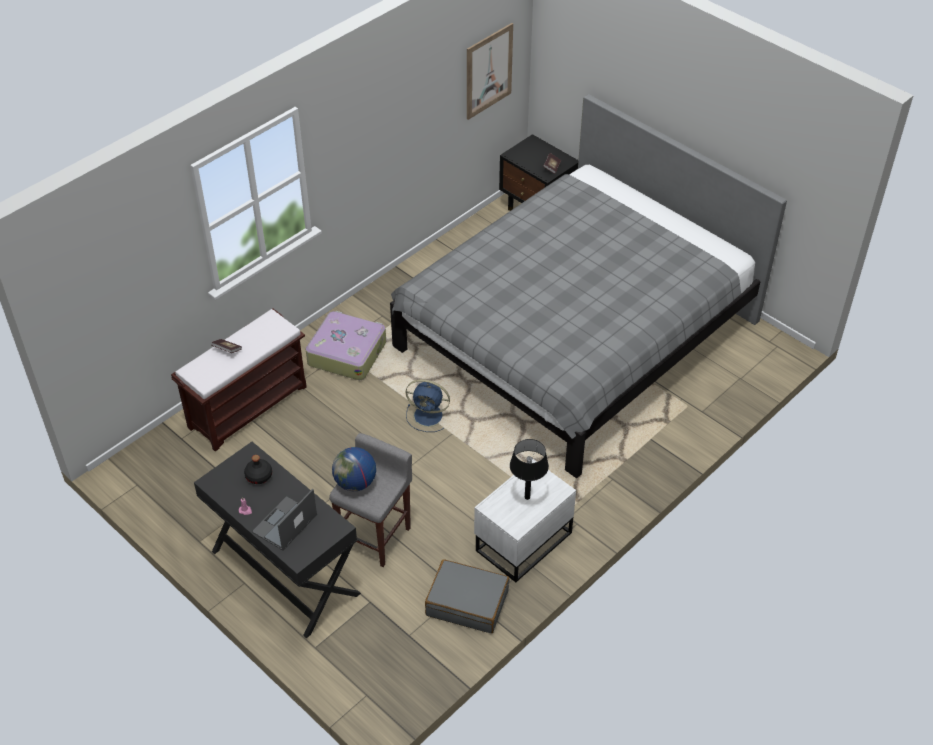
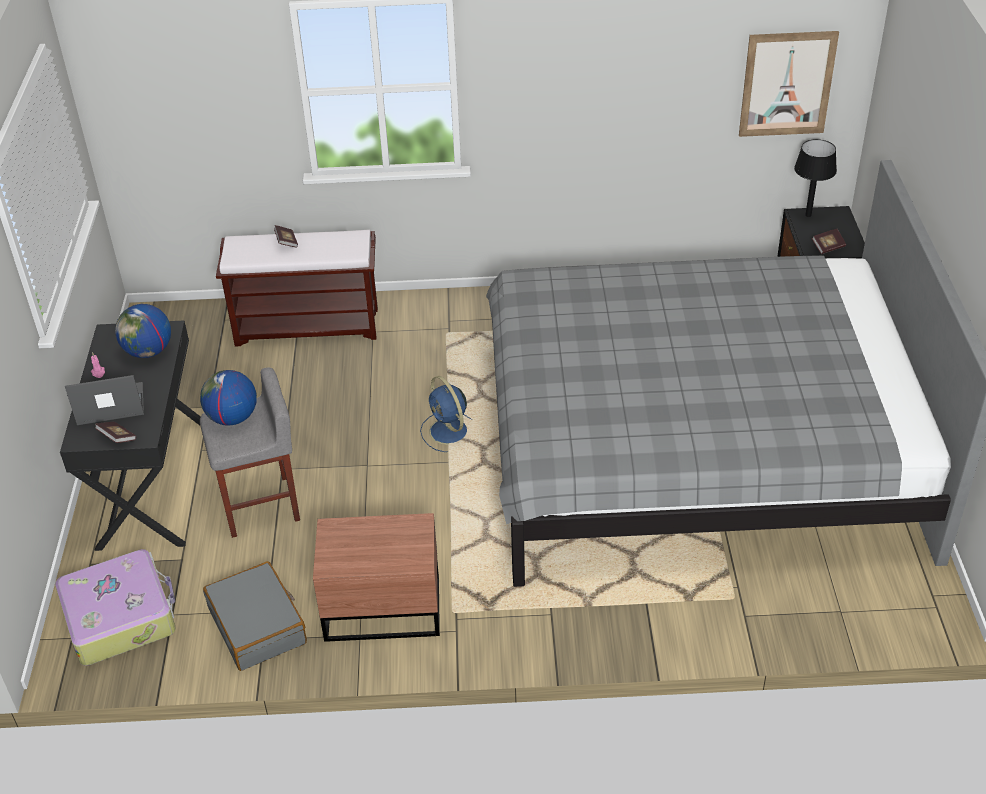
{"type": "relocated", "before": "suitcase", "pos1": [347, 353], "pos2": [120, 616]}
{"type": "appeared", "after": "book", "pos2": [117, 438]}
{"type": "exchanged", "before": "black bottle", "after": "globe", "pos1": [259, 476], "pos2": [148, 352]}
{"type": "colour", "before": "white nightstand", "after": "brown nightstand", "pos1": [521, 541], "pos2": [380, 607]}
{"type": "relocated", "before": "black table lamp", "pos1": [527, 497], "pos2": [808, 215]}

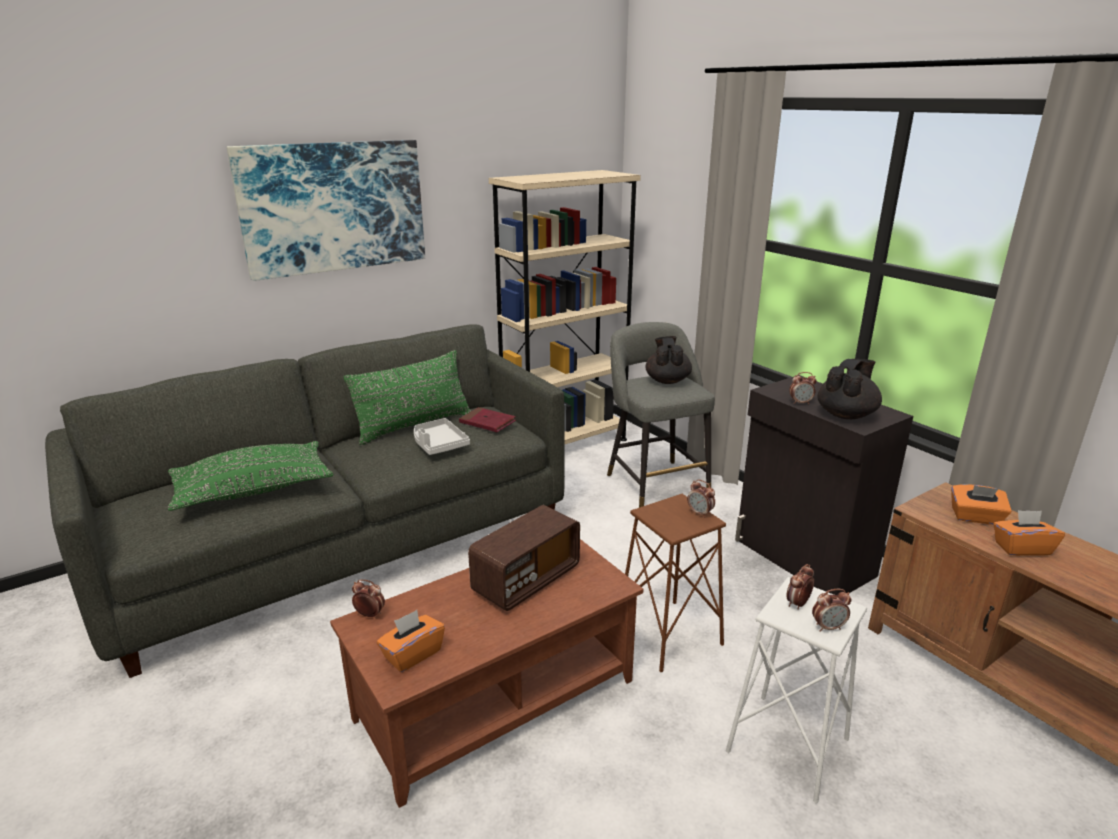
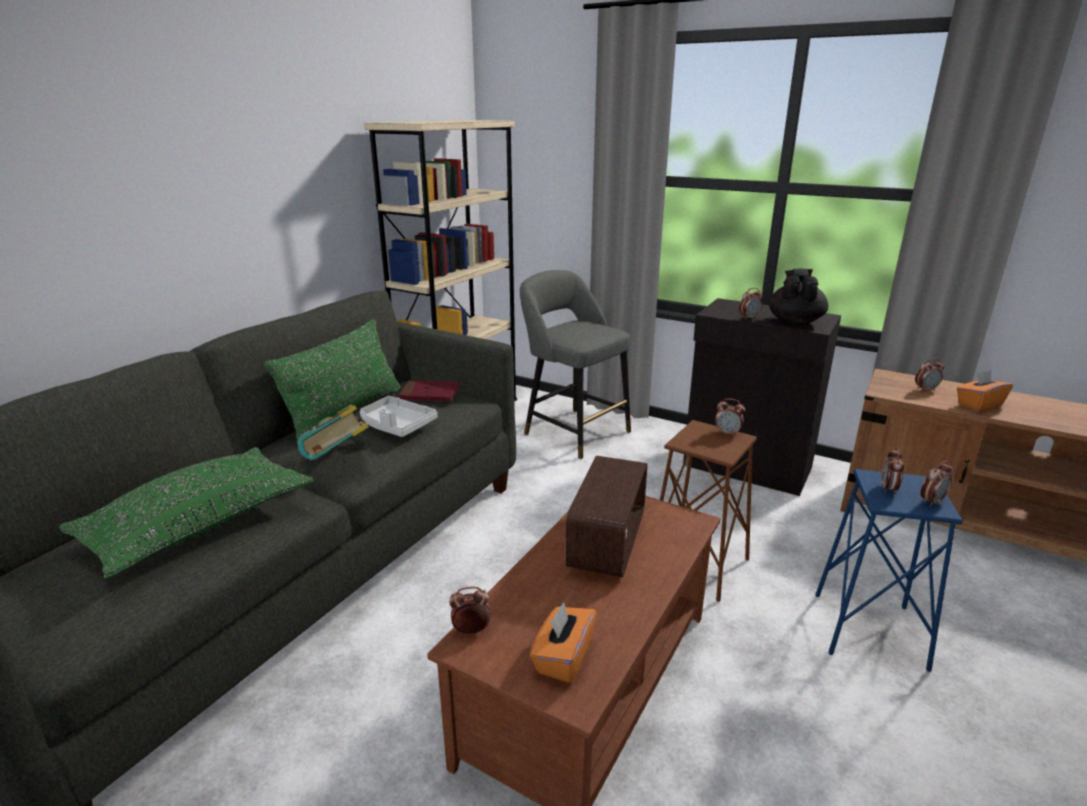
{"type": "appeared", "after": "book", "pos2": [337, 460]}
{"type": "colour", "before": "white stool", "after": "blue stool", "pos1": [787, 746], "pos2": [869, 630]}
{"type": "exchanged", "before": "orange tissue box", "after": "alarm clock", "pos1": [976, 517], "pos2": [925, 390]}
{"type": "missing", "before": "picture", "pos1": [333, 207]}
{"type": "missing", "before": "black teapot", "pos1": [667, 380]}

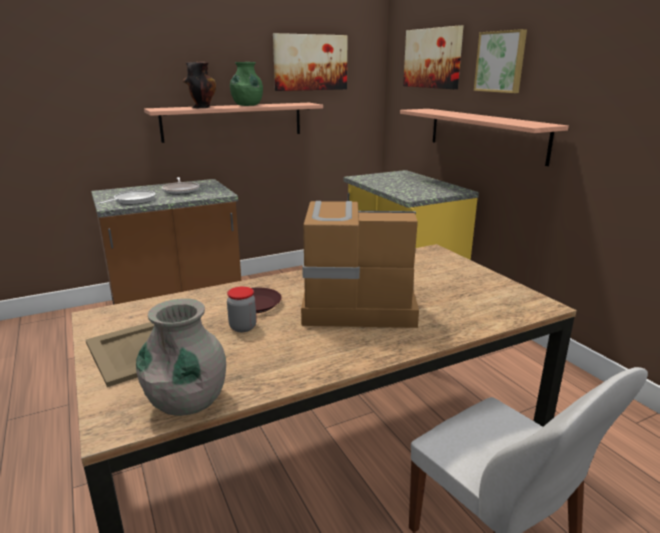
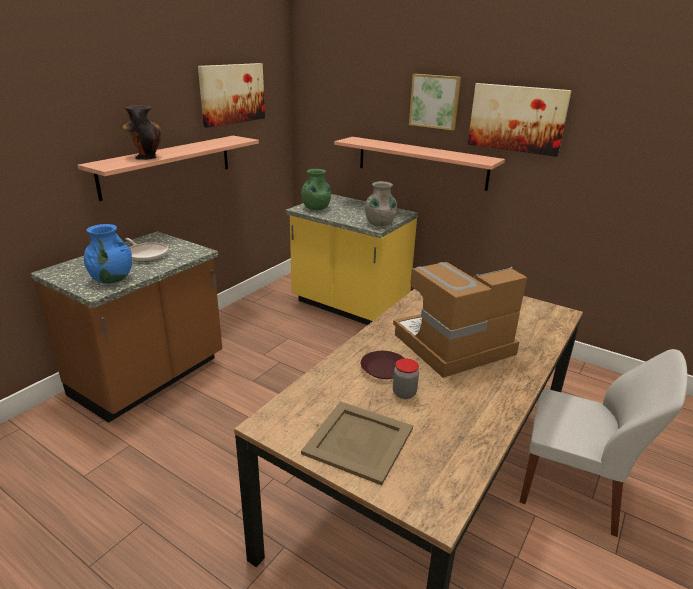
{"type": "exchanged", "before": "frying pan", "after": "blue vase", "pos1": [132, 201], "pos2": [112, 279]}
{"type": "relocated", "before": "green vase", "pos1": [247, 105], "pos2": [316, 208]}
{"type": "relocated", "before": "grey vase", "pos1": [187, 402], "pos2": [380, 224]}
{"type": "relocated", "before": "picture", "pos1": [432, 58], "pos2": [517, 118]}

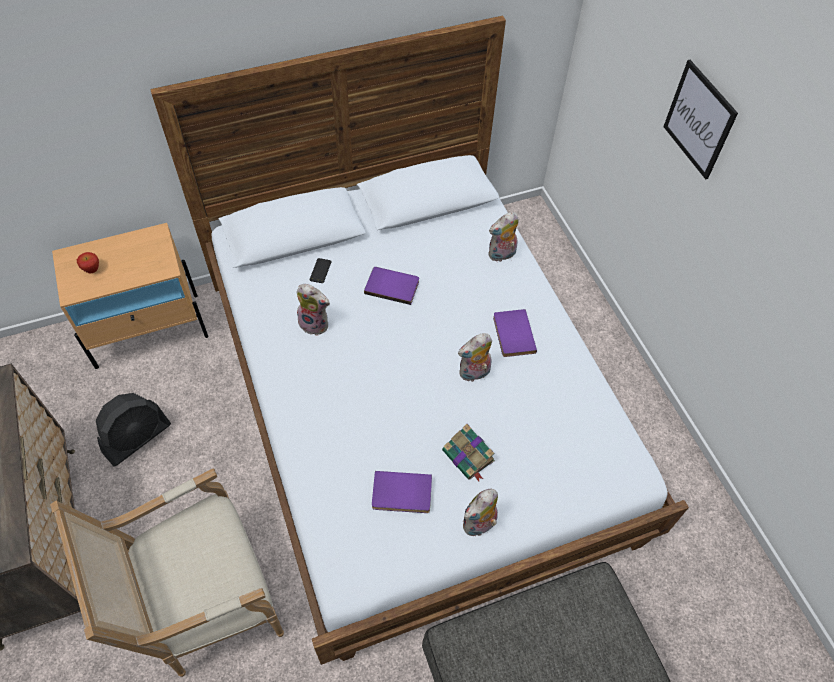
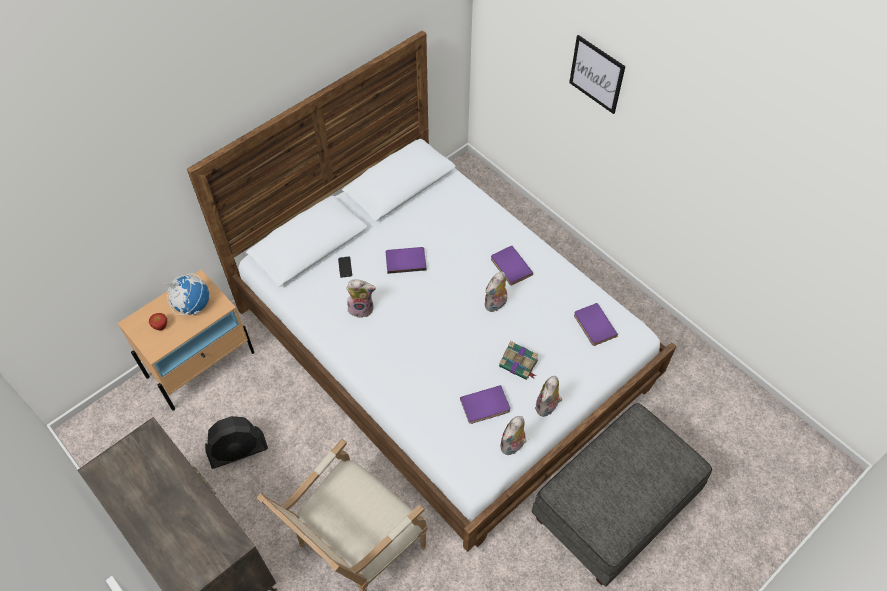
{"type": "appeared", "after": "globe", "pos2": [192, 305]}
{"type": "spun", "before": "black fan", "pos1": [137, 438], "pos2": [238, 451], "turn": 45}
{"type": "relocated", "before": "plush toy", "pos1": [501, 255], "pos2": [513, 446]}
{"type": "appeared", "after": "purple book", "pos2": [593, 326]}

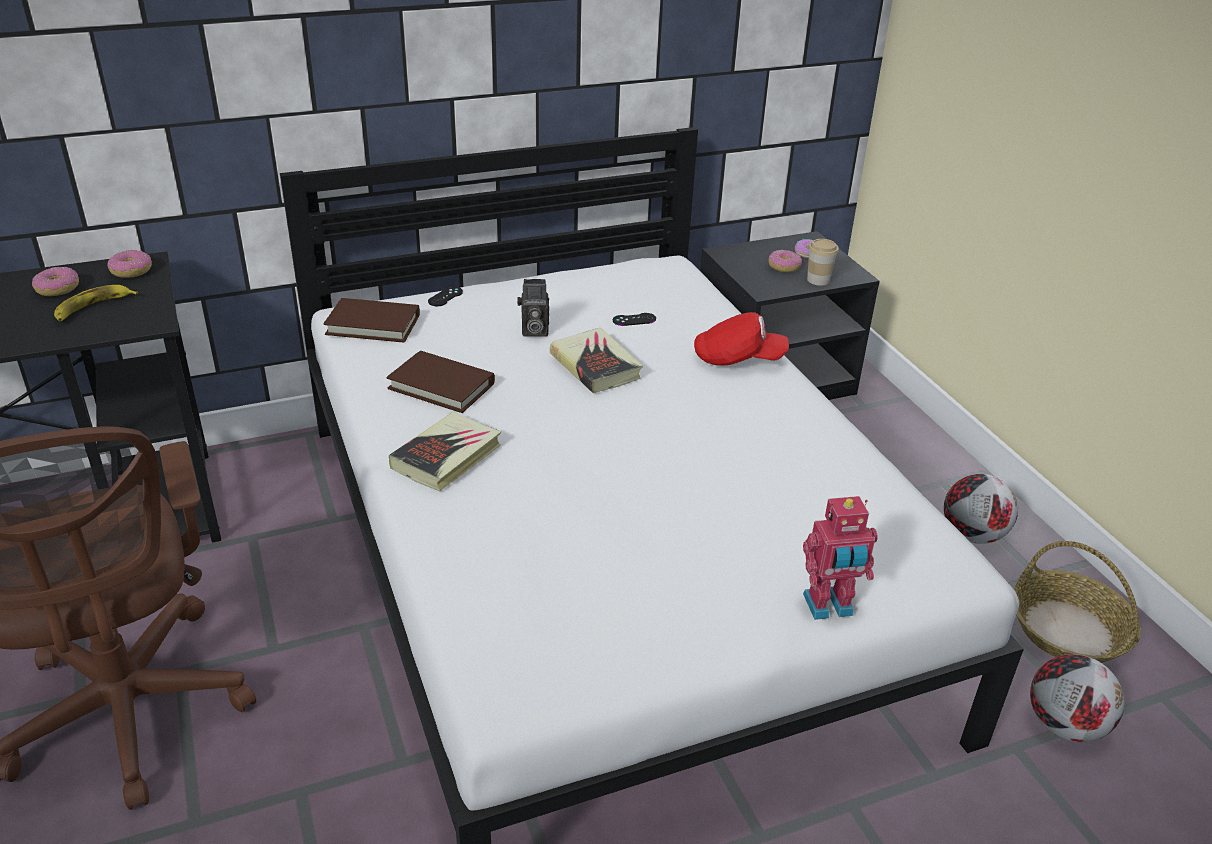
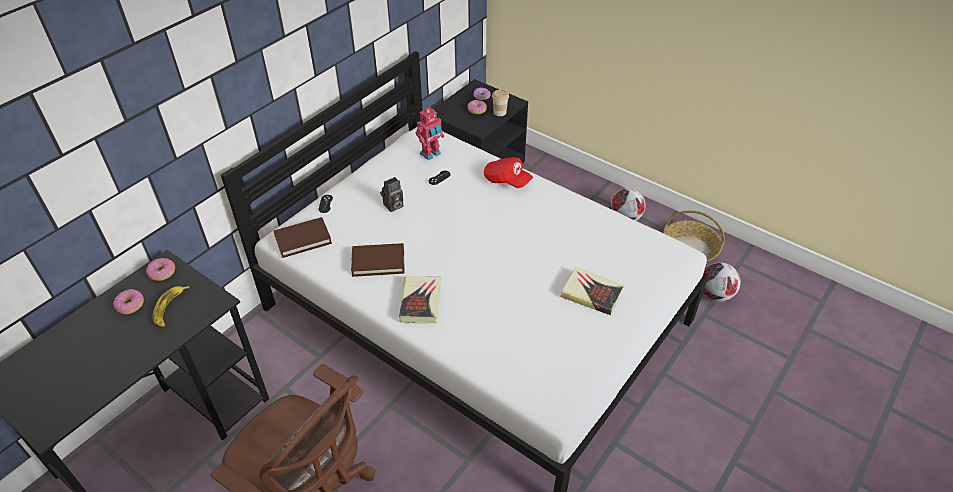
{"type": "relocated", "before": "toy robot", "pos1": [829, 607], "pos2": [431, 154]}
{"type": "spun", "before": "red cap", "pos1": [738, 359], "pos2": [507, 181], "turn": 60}
{"type": "relocated", "before": "book", "pos1": [595, 366], "pos2": [591, 294]}

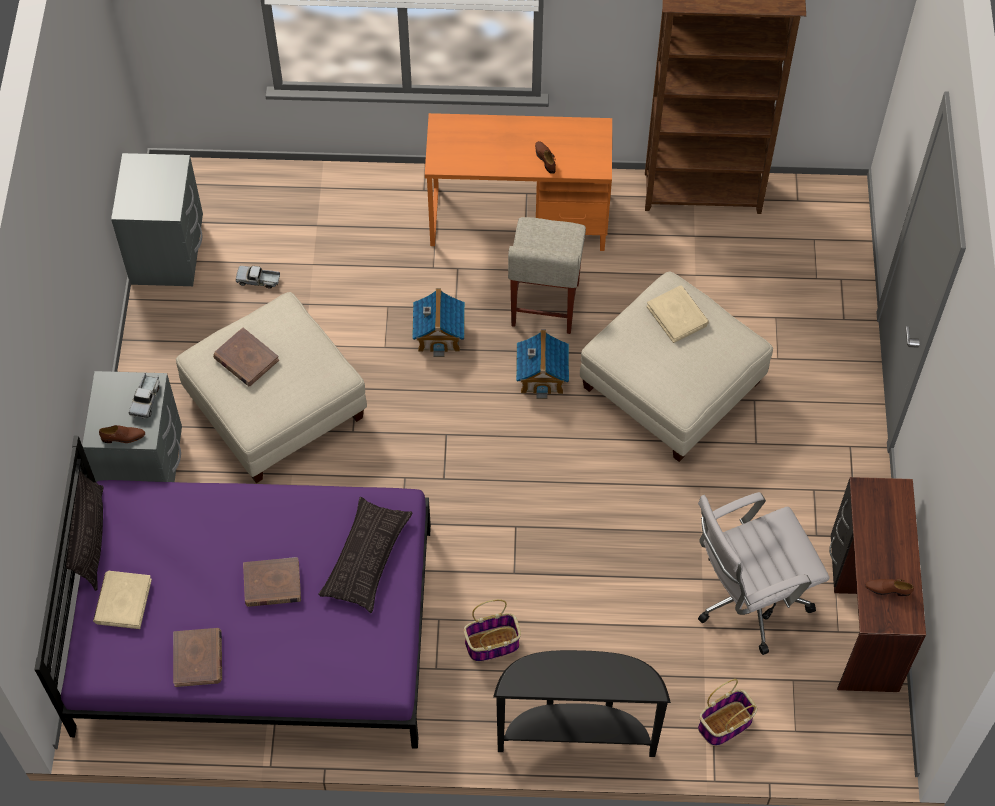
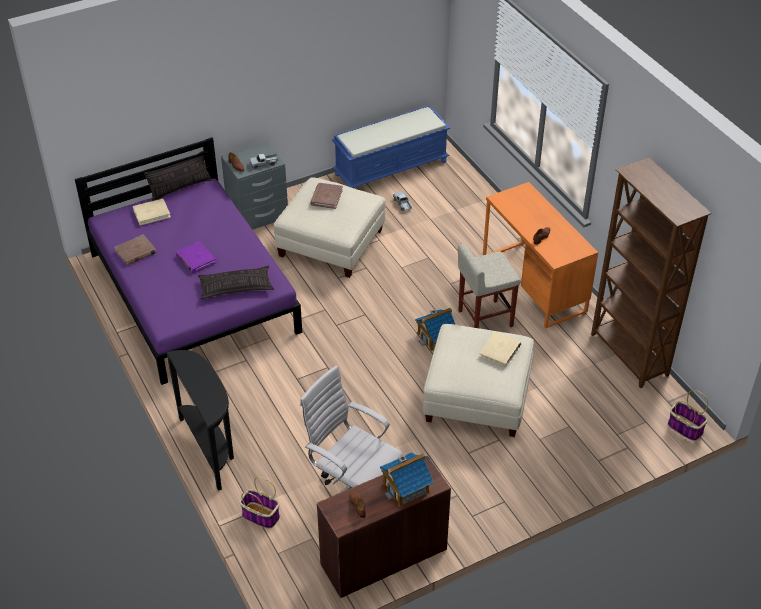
{"type": "colour", "before": "brown book", "after": "purple book", "pos1": [272, 584], "pos2": [196, 259]}
{"type": "exchanged", "before": "grey nightstand", "after": "blue bench", "pos1": [168, 253], "pos2": [391, 167]}
{"type": "relocated", "before": "toy house", "pos1": [439, 334], "pos2": [406, 488]}
{"type": "relocated", "before": "basket", "pos1": [491, 644], "pos2": [684, 428]}

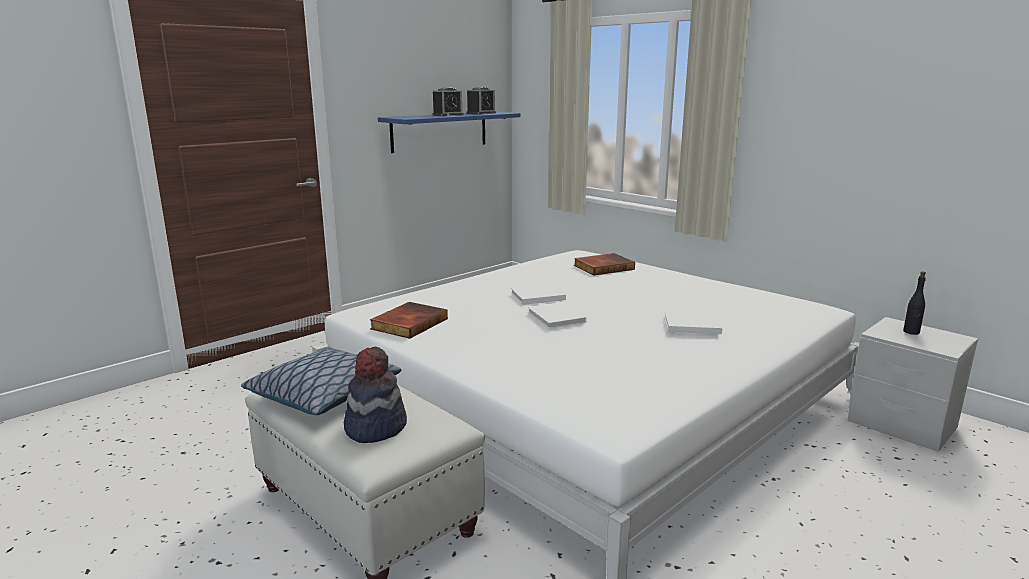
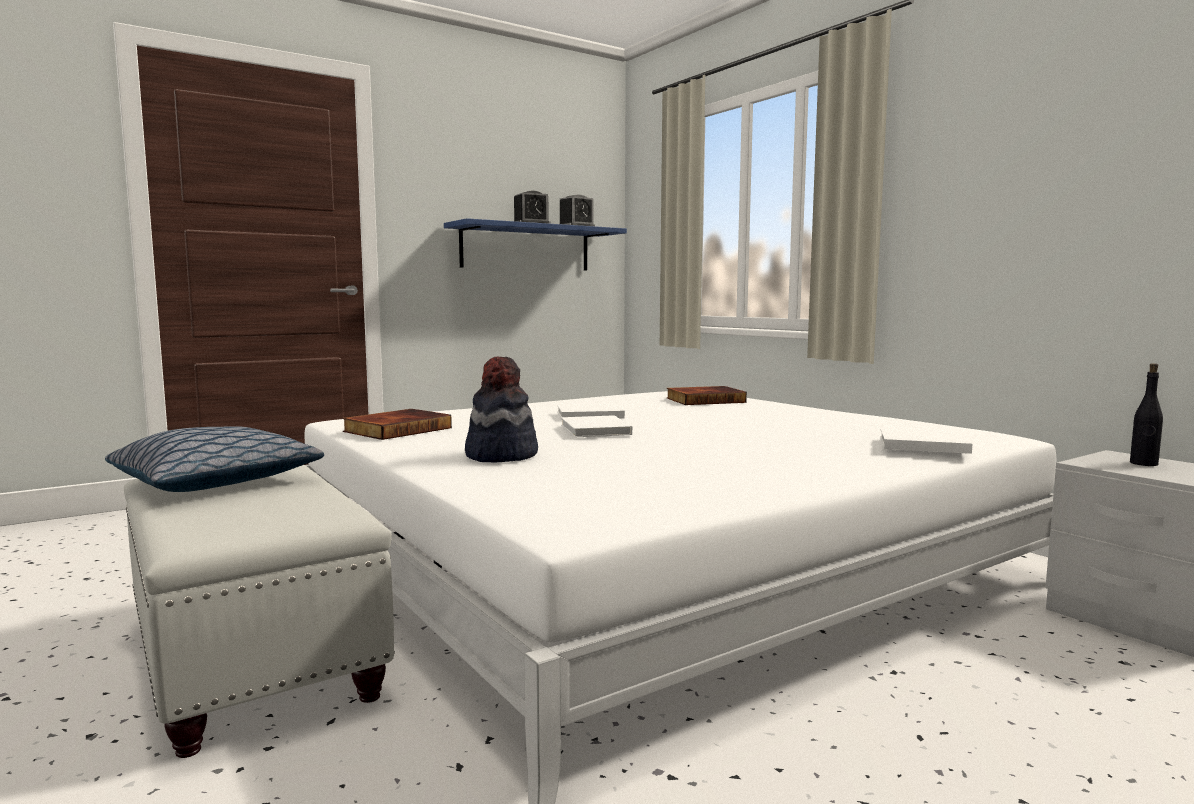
{"type": "relocated", "before": "hat", "pos1": [375, 427], "pos2": [500, 455]}
{"type": "relocated", "before": "white book", "pos1": [690, 325], "pos2": [920, 444]}

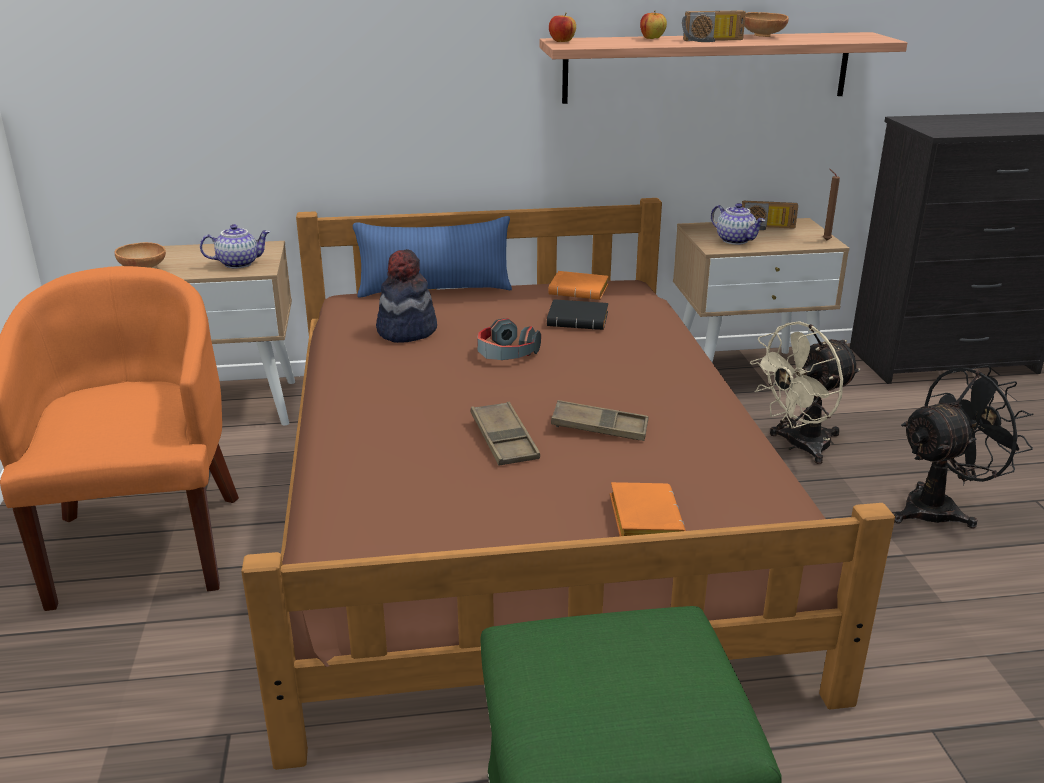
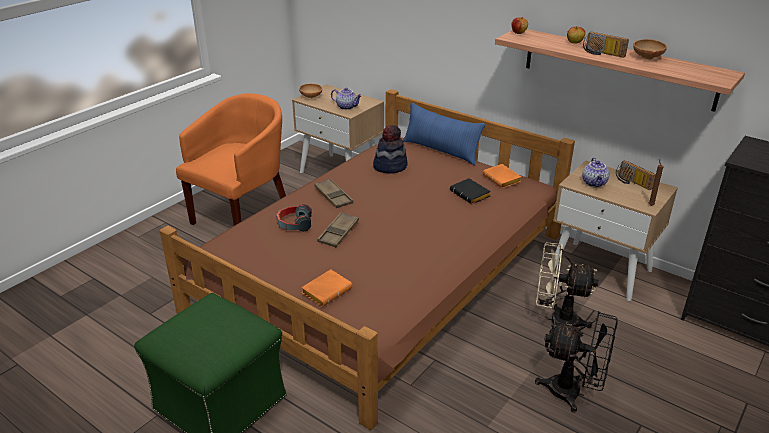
{"type": "relocated", "before": "headphones", "pos1": [506, 353], "pos2": [294, 224]}
{"type": "relocated", "before": "brown tray", "pos1": [599, 427], "pos2": [333, 196]}

